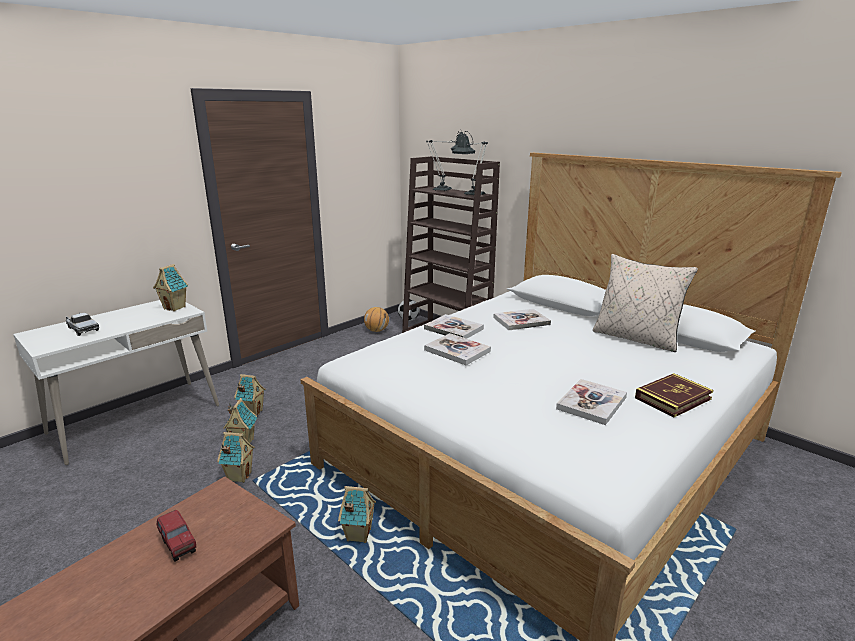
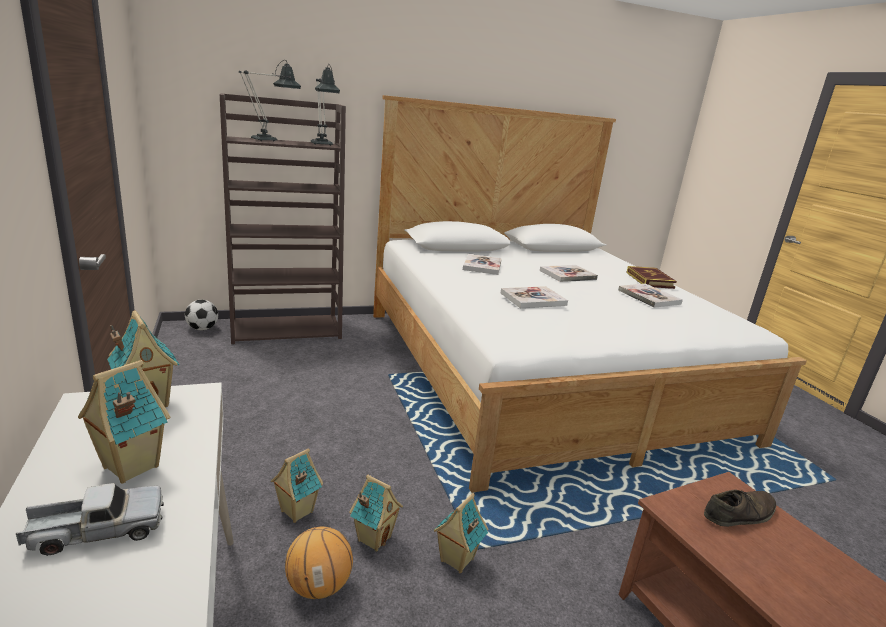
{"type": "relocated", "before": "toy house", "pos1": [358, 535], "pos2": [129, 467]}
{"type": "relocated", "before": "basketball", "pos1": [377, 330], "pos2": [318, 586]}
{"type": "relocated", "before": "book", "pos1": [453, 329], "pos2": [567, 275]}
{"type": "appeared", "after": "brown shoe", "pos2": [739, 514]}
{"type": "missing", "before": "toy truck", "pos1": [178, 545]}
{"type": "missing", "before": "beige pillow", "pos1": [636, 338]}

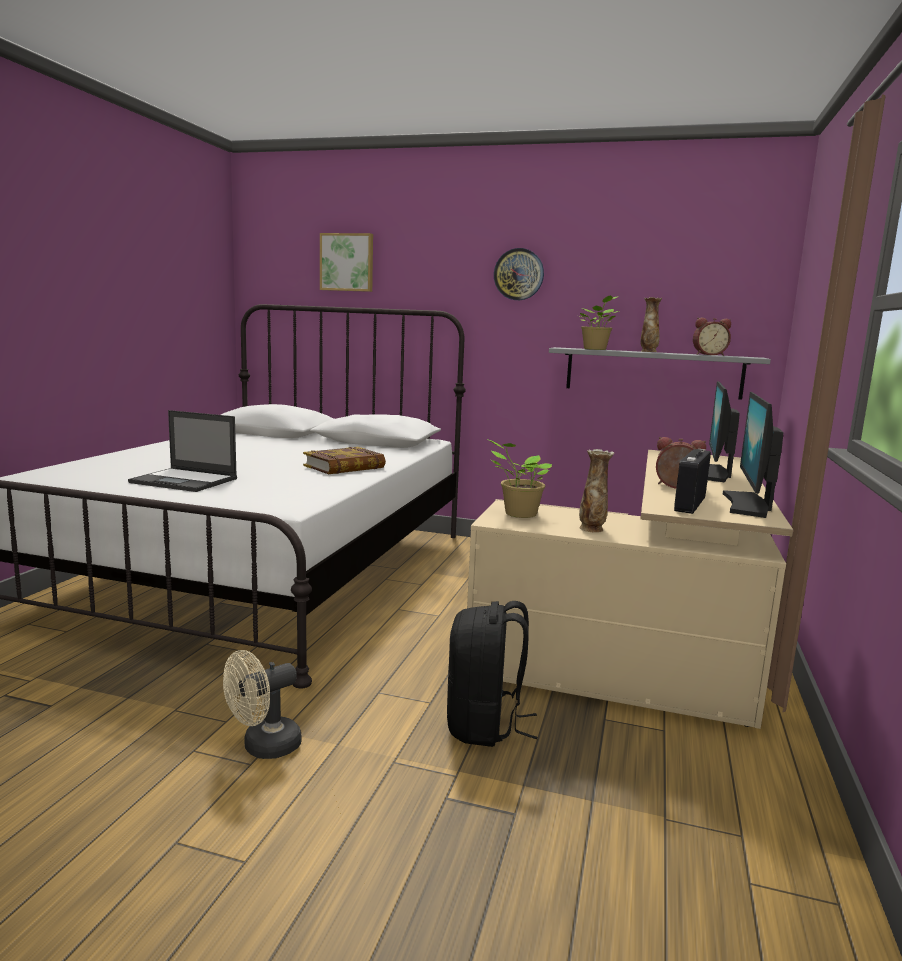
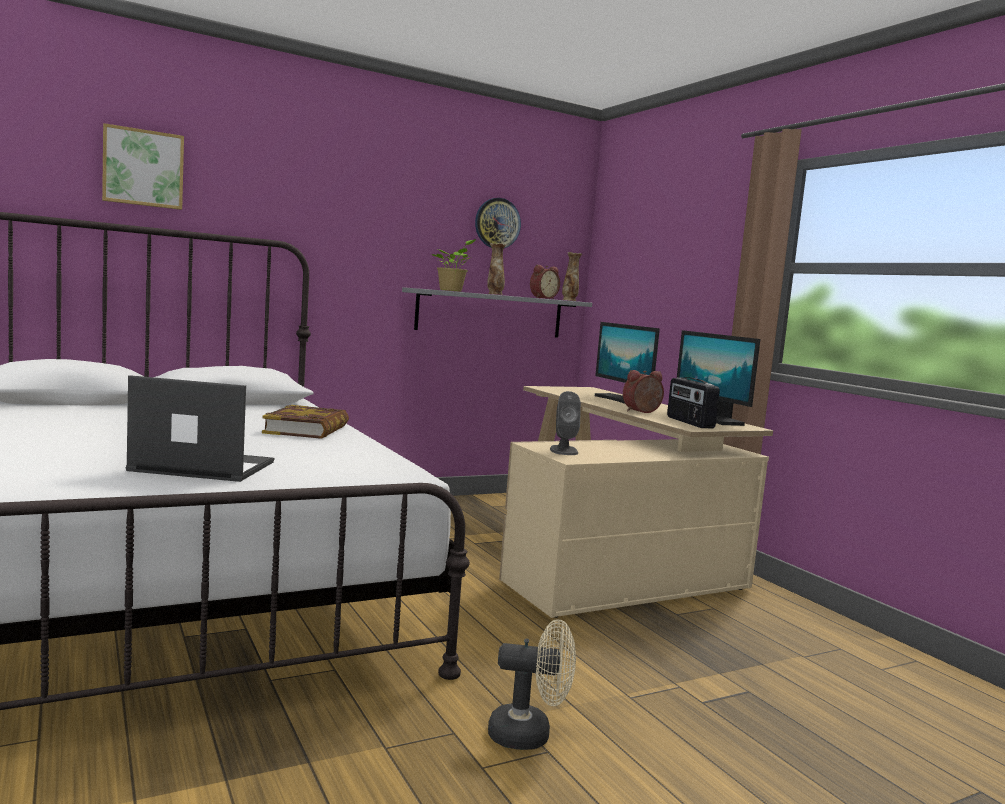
{"type": "spun", "before": "laptop", "pos1": [185, 481], "pos2": [201, 466], "turn": -150}
{"type": "relocated", "before": "wall clock", "pos1": [519, 274], "pos2": [497, 223]}
{"type": "spun", "before": "beige fan", "pos1": [263, 747], "pos2": [530, 735], "turn": -90}
{"type": "exchanged", "before": "potted plant", "after": "grey speaker", "pos1": [518, 514], "pos2": [563, 450]}
{"type": "relocated", "before": "vase", "pos1": [592, 529], "pos2": [569, 300]}
{"type": "missing", "before": "black backpack", "pos1": [484, 725]}

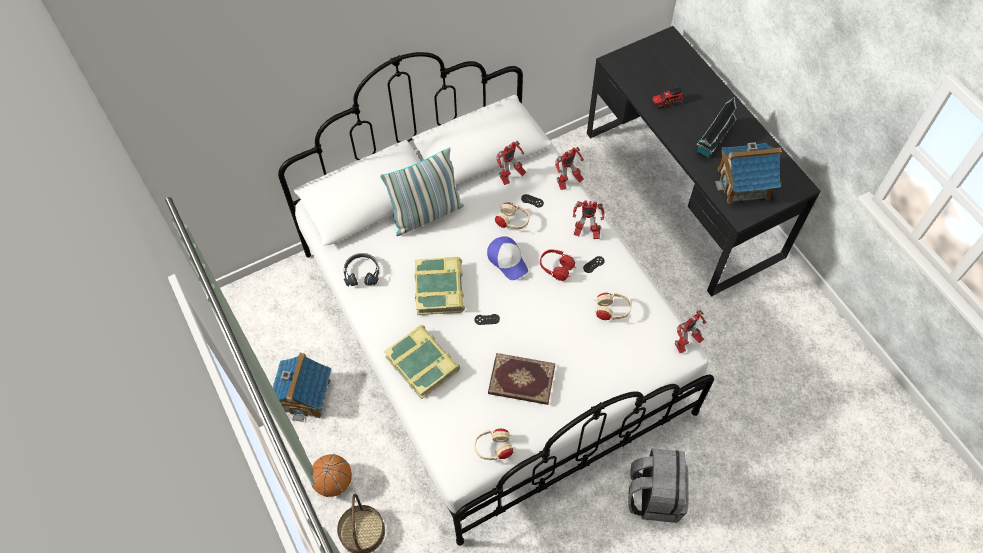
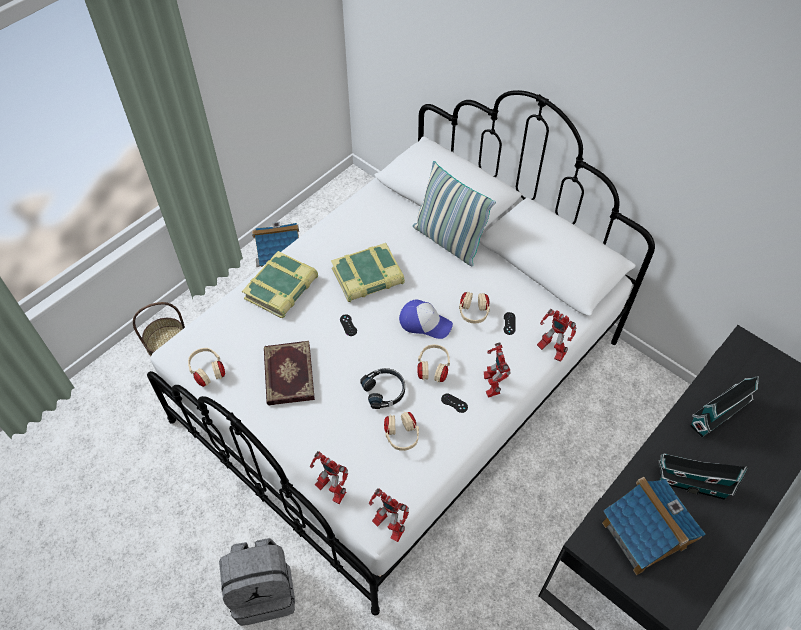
{"type": "relocated", "before": "toy robot", "pos1": [511, 177], "pos2": [330, 489]}
{"type": "relocated", "before": "black headphones", "pos1": [362, 272], "pos2": [384, 390]}
{"type": "spun", "before": "cap", "pos1": [507, 260], "pos2": [425, 323], "turn": -105}
{"type": "colour", "before": "red headphones", "after": "beige headphones", "pos1": [556, 269], "pos2": [433, 369]}
{"type": "exchanged", "before": "toy truck", "after": "toy house", "pos1": [666, 102], "pos2": [718, 414]}
{"type": "missing", "before": "basketball", "pos1": [334, 482]}

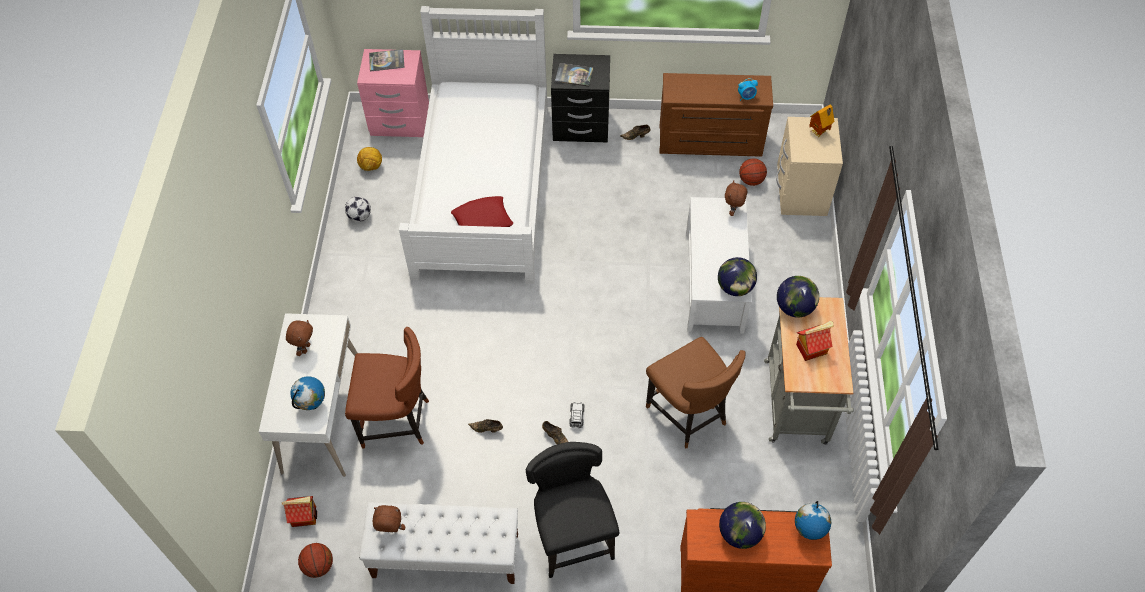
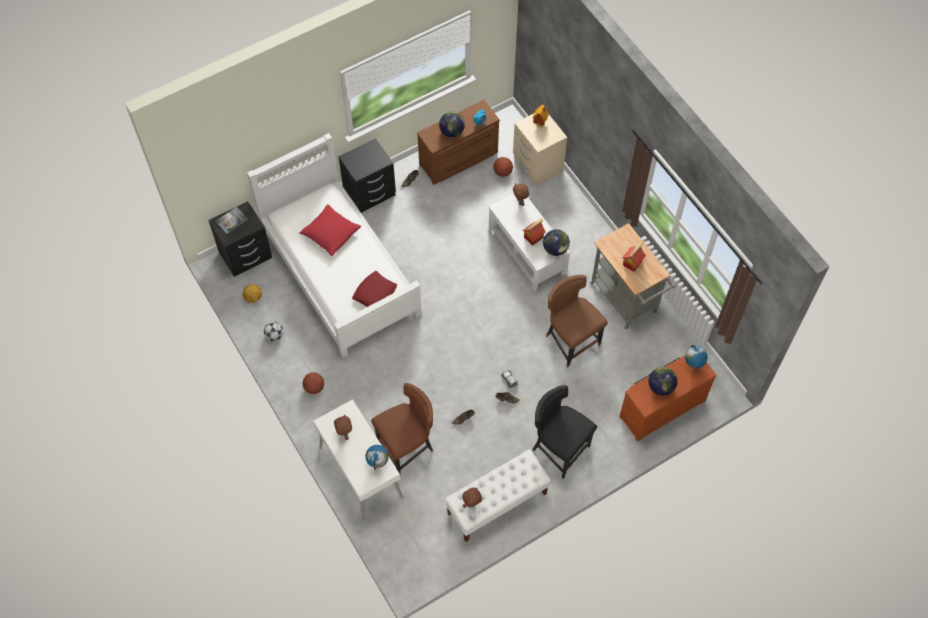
{"type": "colour", "before": "pink nightstand", "after": "black nightstand", "pos1": [400, 121], "pos2": [246, 256]}
{"type": "appeared", "after": "red pillow", "pos2": [330, 233]}
{"type": "relocated", "before": "basketball", "pos1": [319, 566], "pos2": [314, 387]}
{"type": "relocated", "before": "globe", "pos1": [794, 308], "pos2": [452, 132]}
{"type": "relocated", "before": "toy house", "pos1": [304, 516], "pos2": [533, 237]}
{"type": "spun", "before": "brown chair", "pos1": [688, 415], "pos2": [571, 340], "turn": -150}
{"type": "missing", "before": "book", "pos1": [574, 75]}

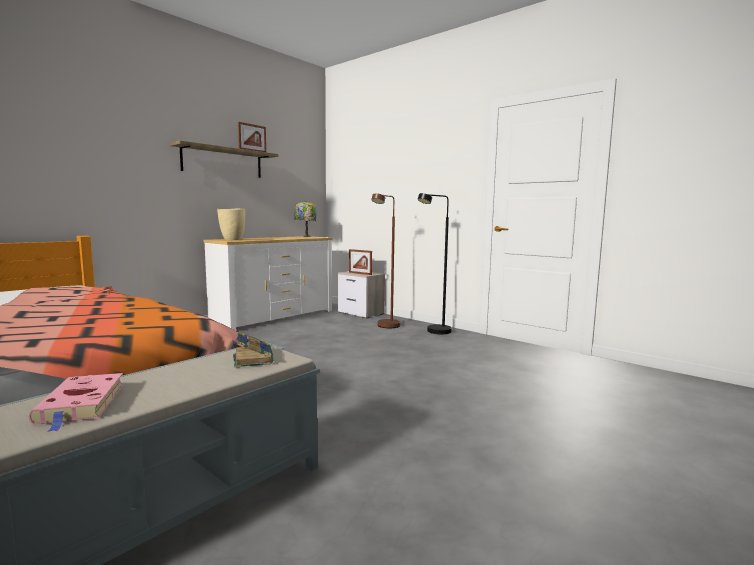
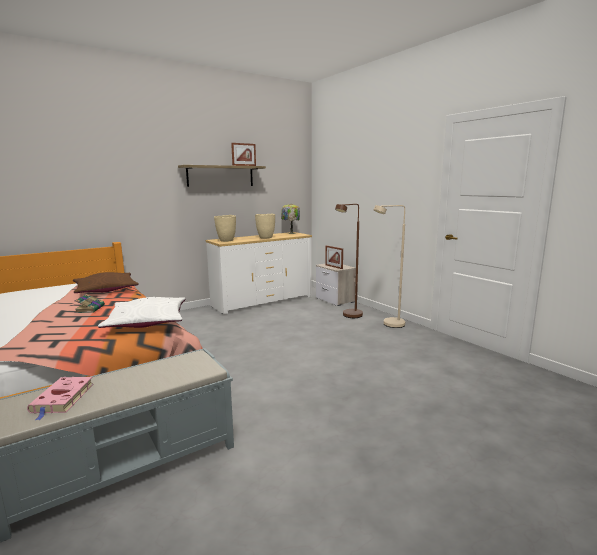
{"type": "appeared", "after": "brown pillow", "pos2": [106, 290]}
{"type": "relocated", "before": "book", "pos1": [253, 358], "pos2": [90, 309]}
{"type": "appeared", "after": "white pillow", "pos2": [147, 321]}
{"type": "appeared", "after": "beige vase", "pos2": [265, 237]}
{"type": "colour", "before": "black floor lamp", "after": "beige floor lamp", "pos1": [434, 332], "pos2": [389, 325]}

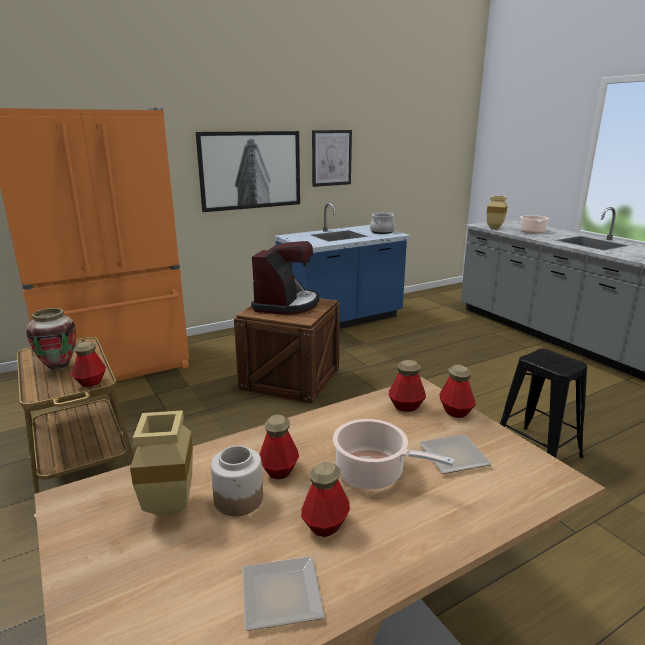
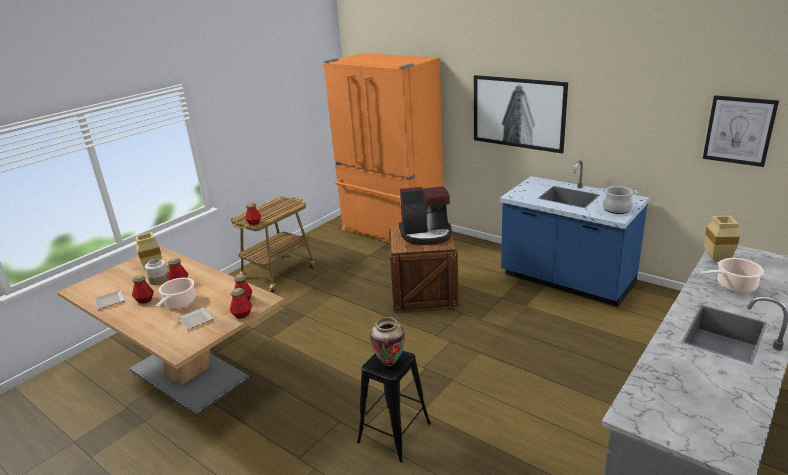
{"type": "relocated", "before": "vase", "pos1": [59, 368], "pos2": [389, 362]}
{"type": "relocated", "before": "picture", "pos1": [331, 158], "pos2": [739, 130]}

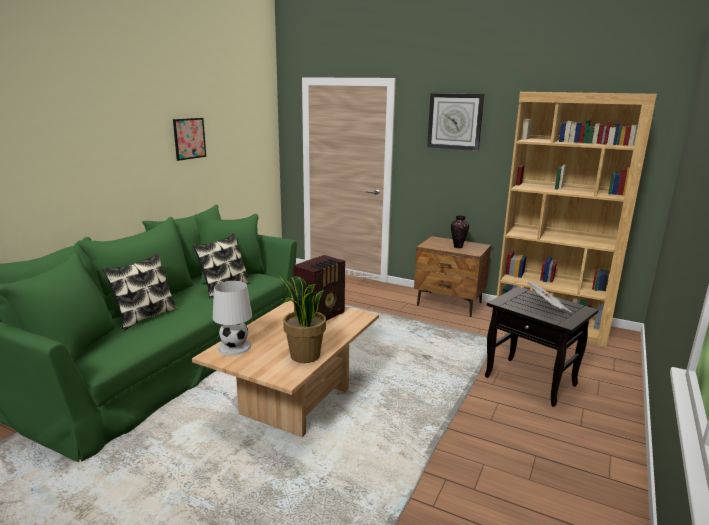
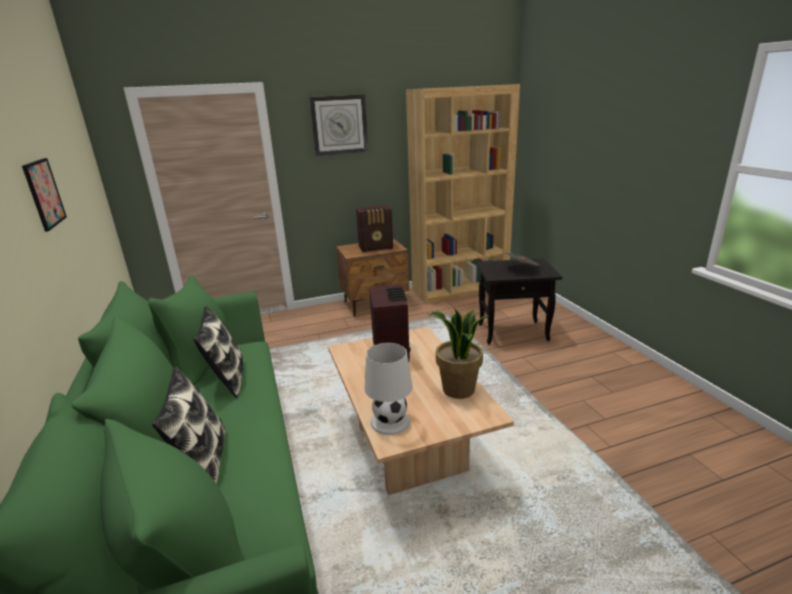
{"type": "exchanged", "before": "vase", "after": "radio", "pos1": [458, 247], "pos2": [376, 247]}

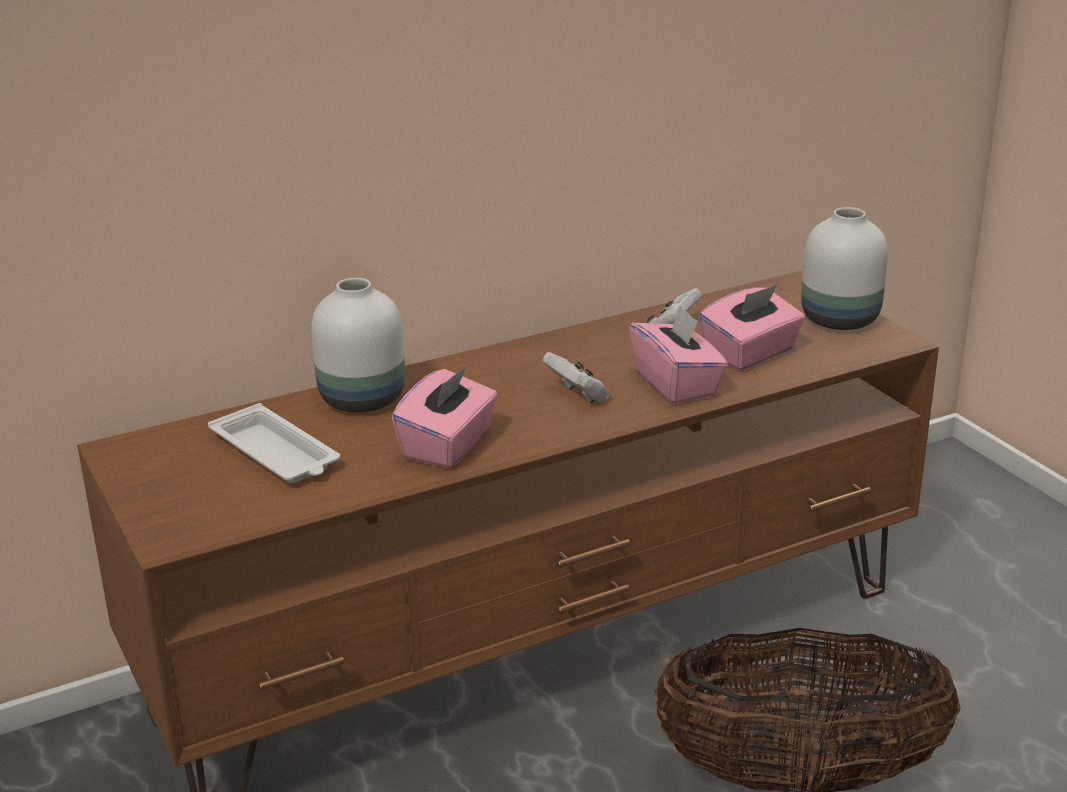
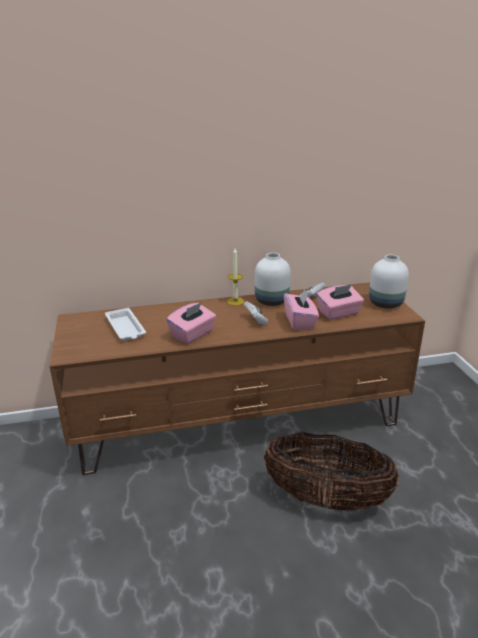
{"type": "appeared", "after": "candle", "pos2": [235, 301]}
{"type": "relocated", "before": "white vase", "pos1": [363, 400], "pos2": [272, 301]}

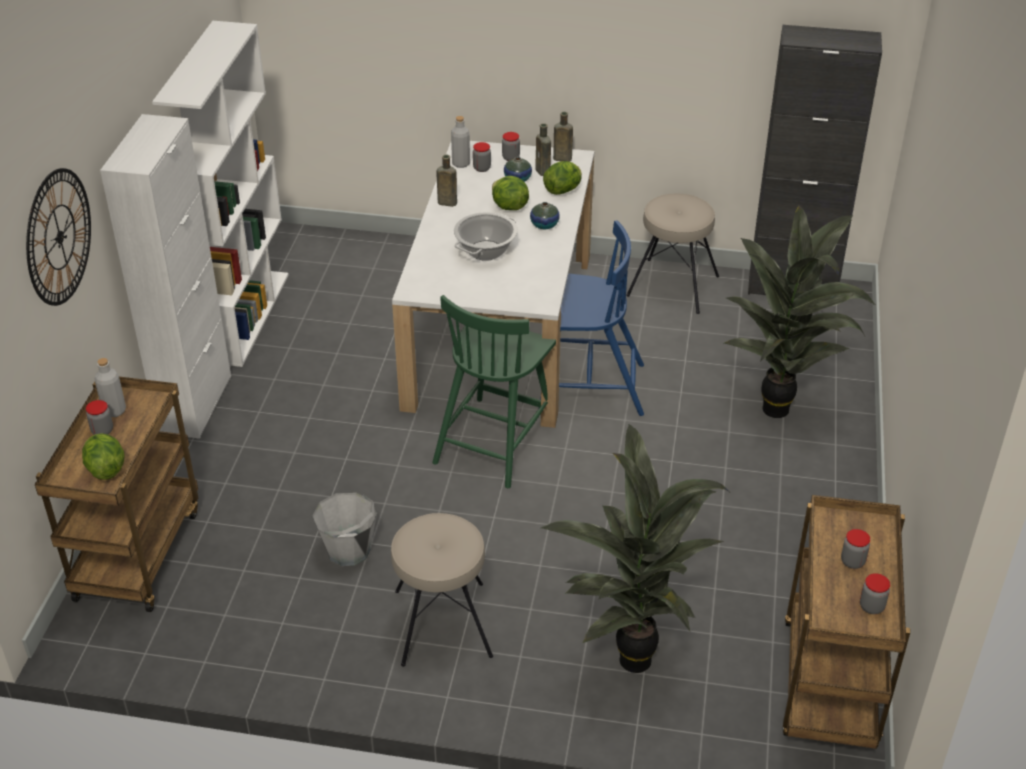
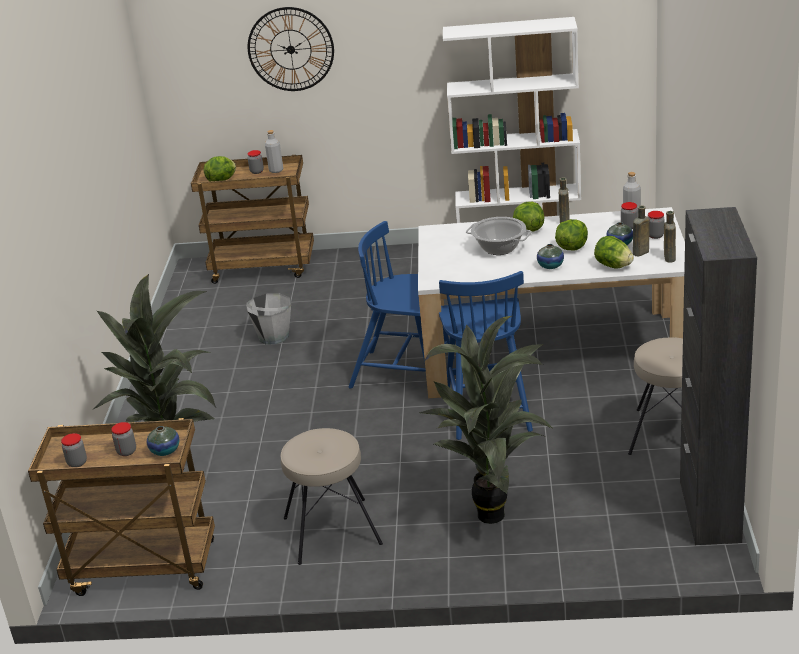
{"type": "appeared", "after": "vase", "pos2": [165, 451]}
{"type": "relocated", "before": "beige stool", "pos1": [441, 623], "pos2": [331, 530]}
{"type": "colour", "before": "green chair", "after": "blue chair", "pos1": [495, 440], "pos2": [404, 373]}
{"type": "appeared", "after": "lettuce", "pos2": [528, 229]}
{"type": "missing", "before": "white cabinet", "pos1": [195, 404]}

